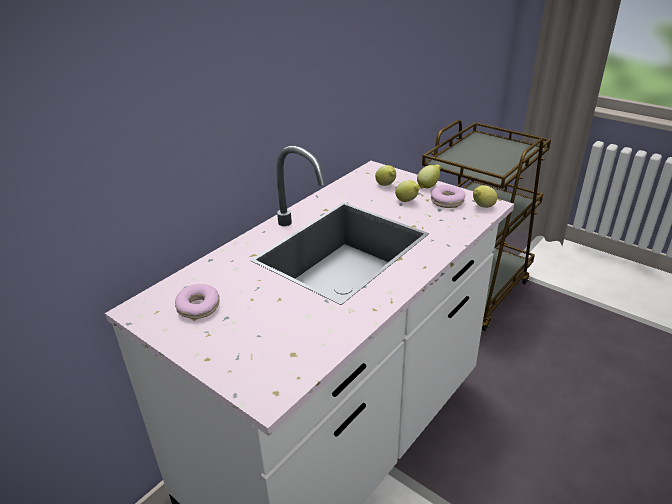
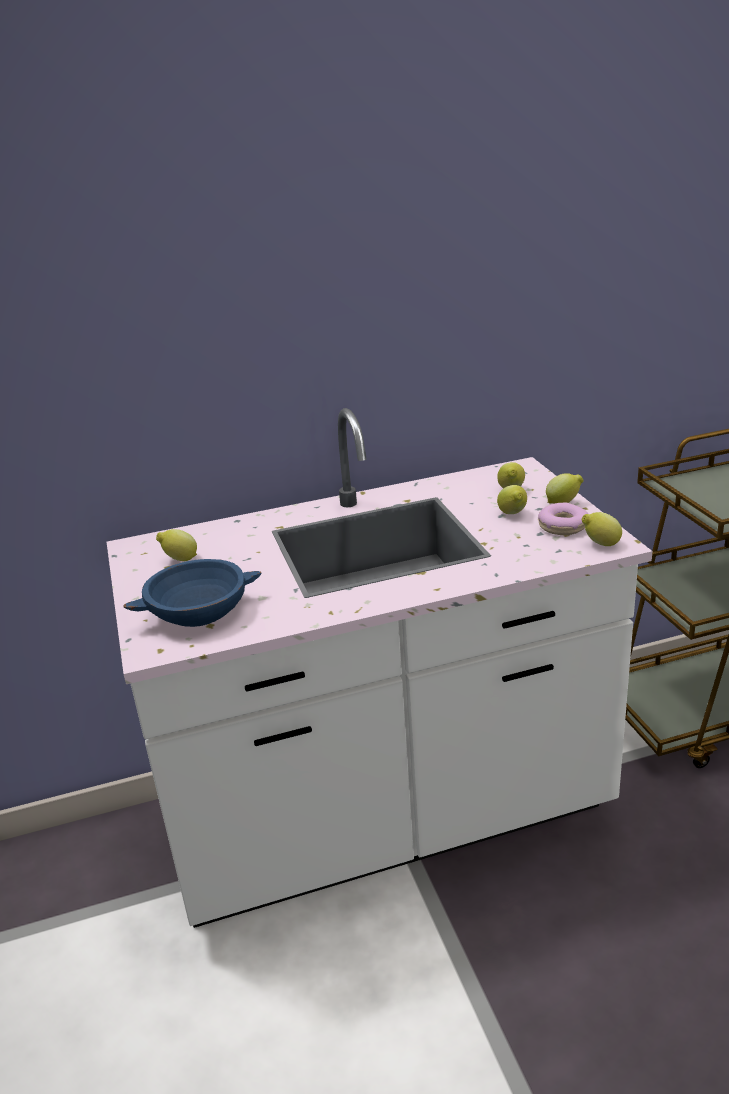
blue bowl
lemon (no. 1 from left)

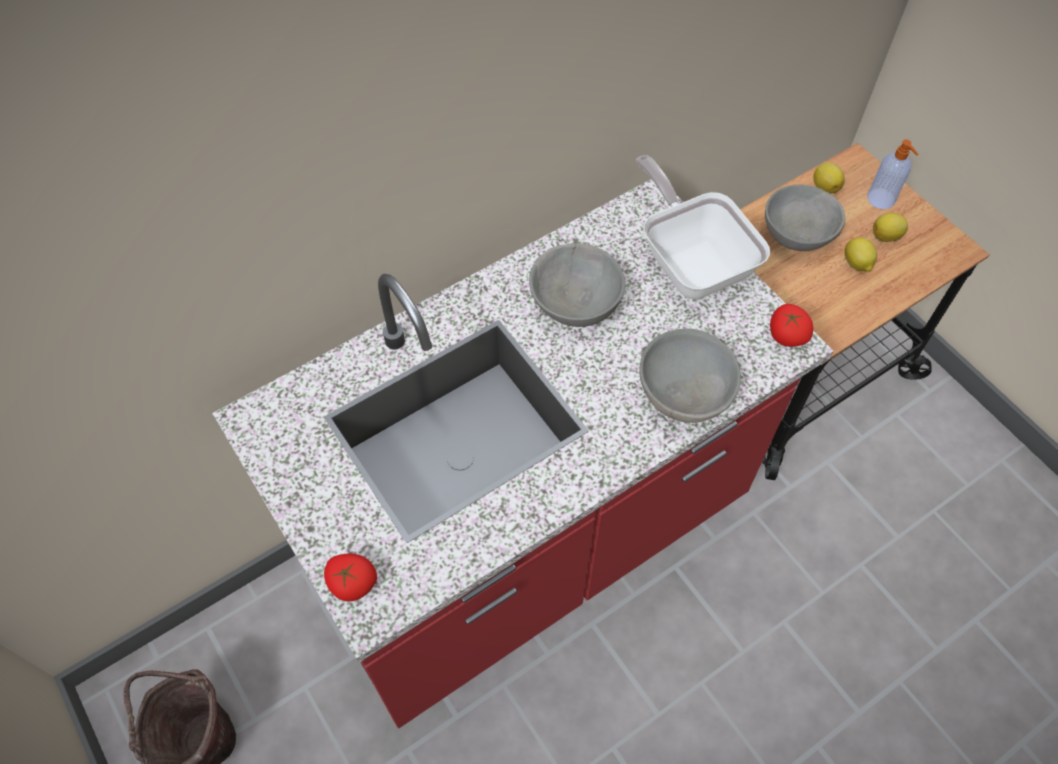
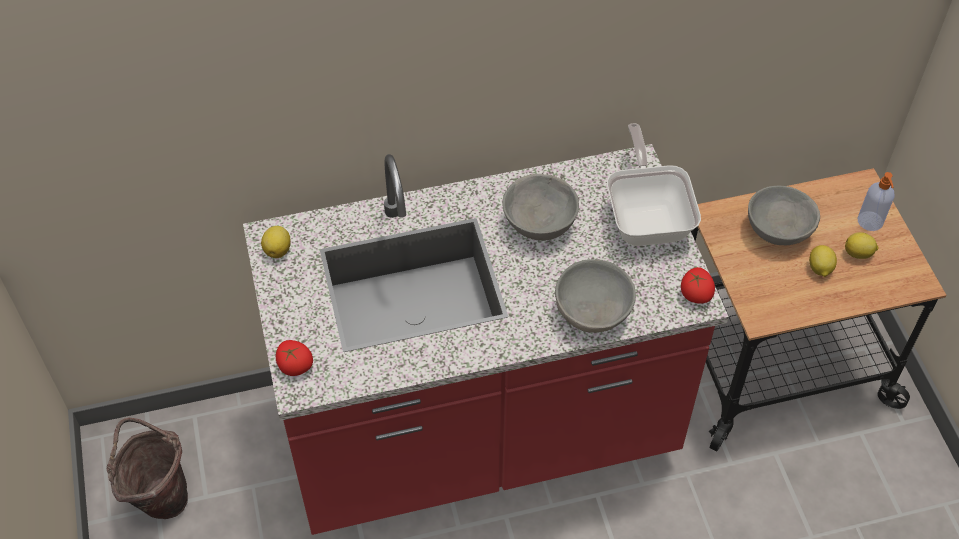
lemon (no. 1 from left)

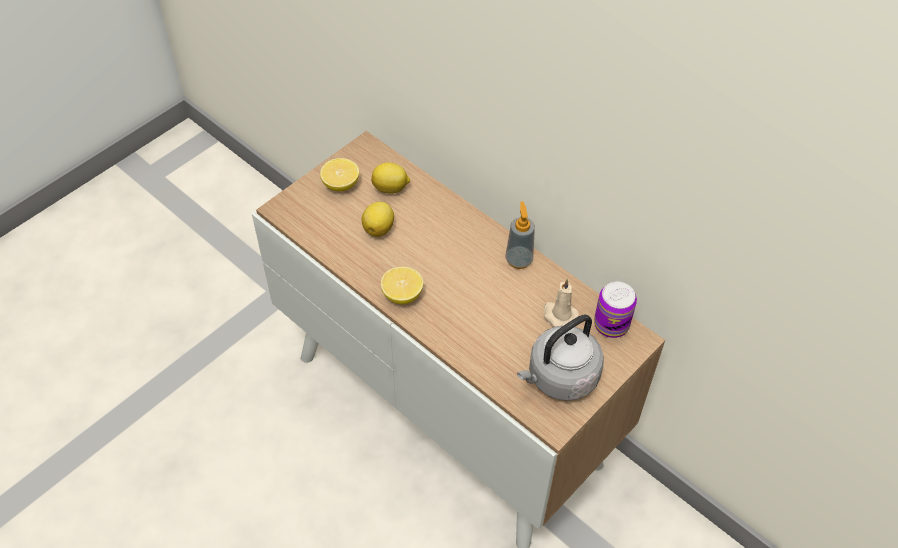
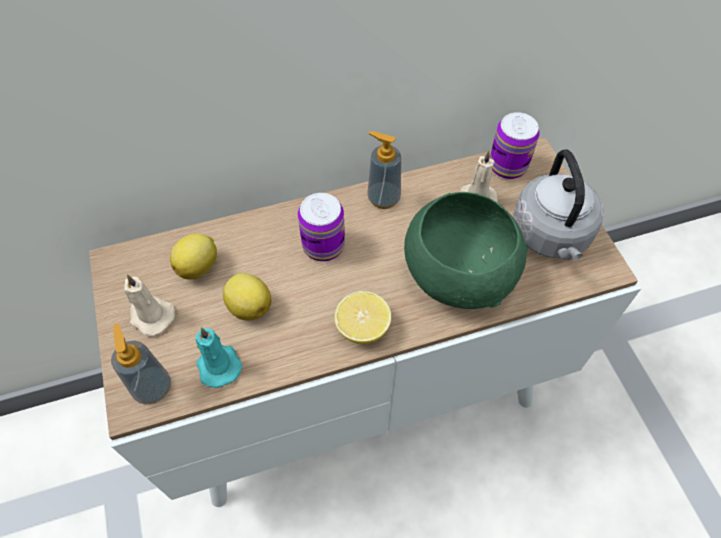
soap dispenser (no. 1 from left)
turquoise candle
can (no. 1 from left)
green bowl
beige candle (no. 1 from left)

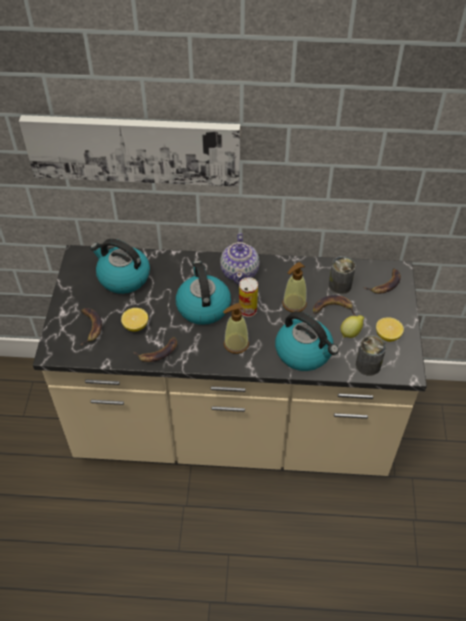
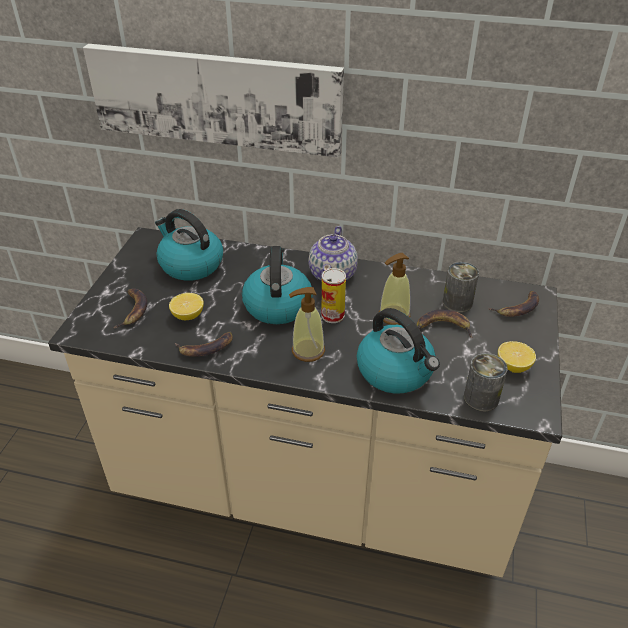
lemon (no. 2 from left in the first image)

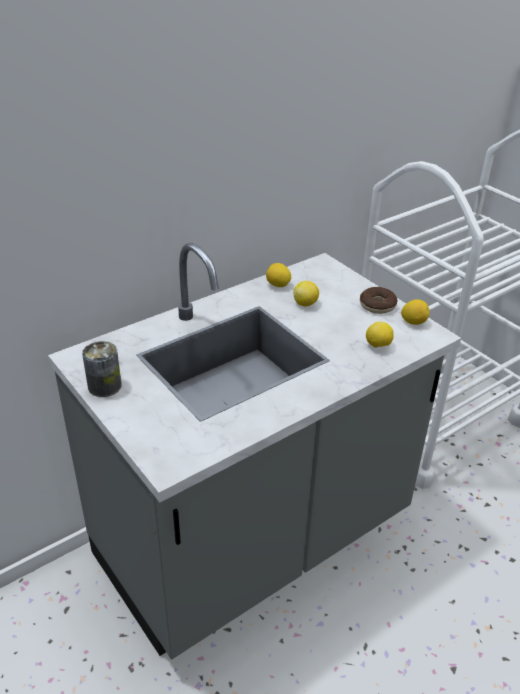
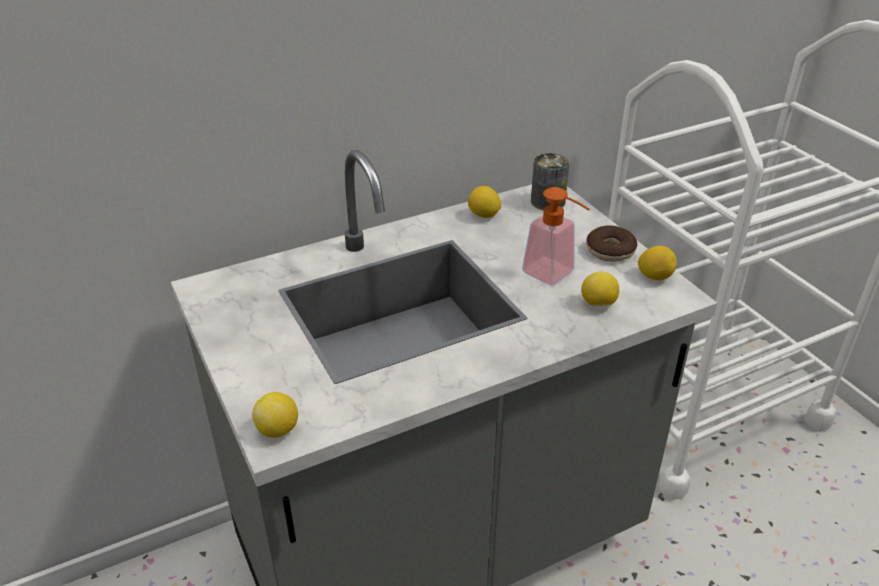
soap dispenser
can
lemon (no. 1 from left)

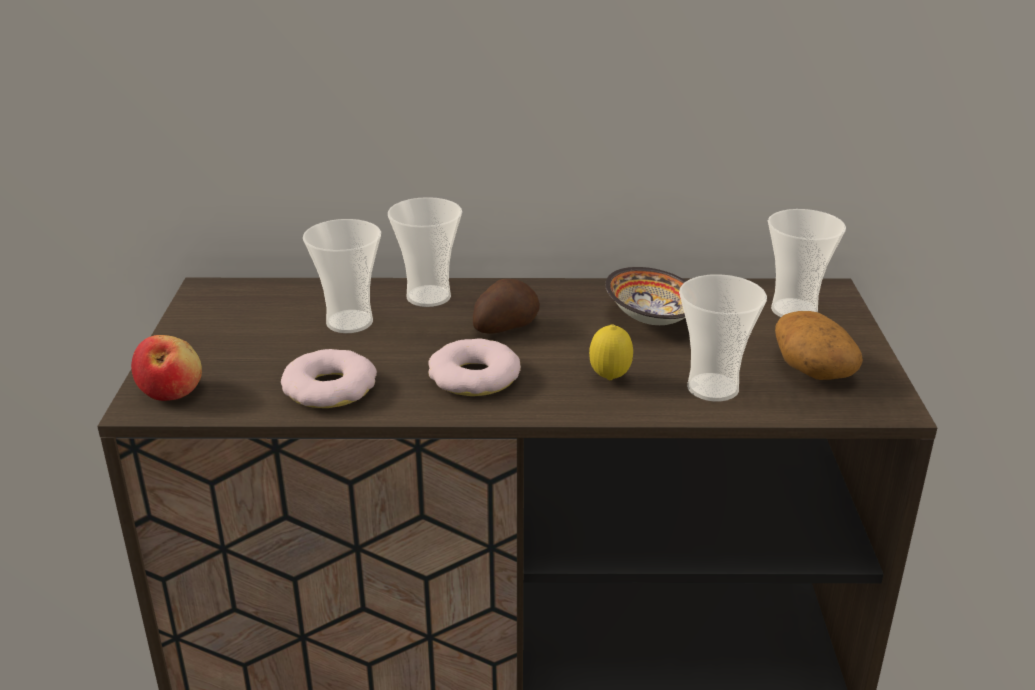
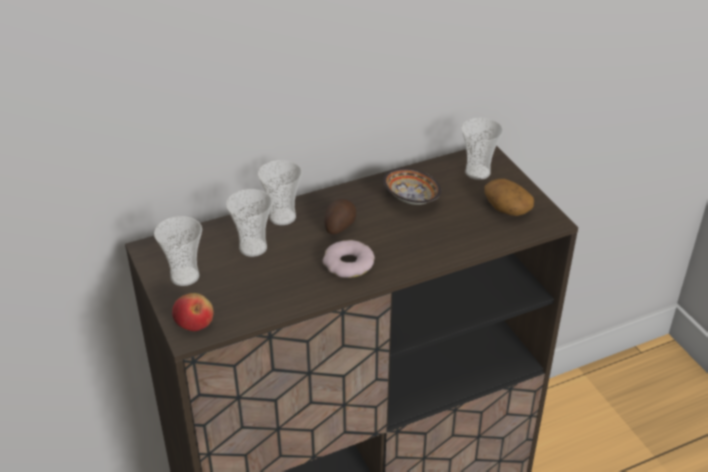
donut (no. 1 from left in the first image)
lemon
cup (no. 1 from left)

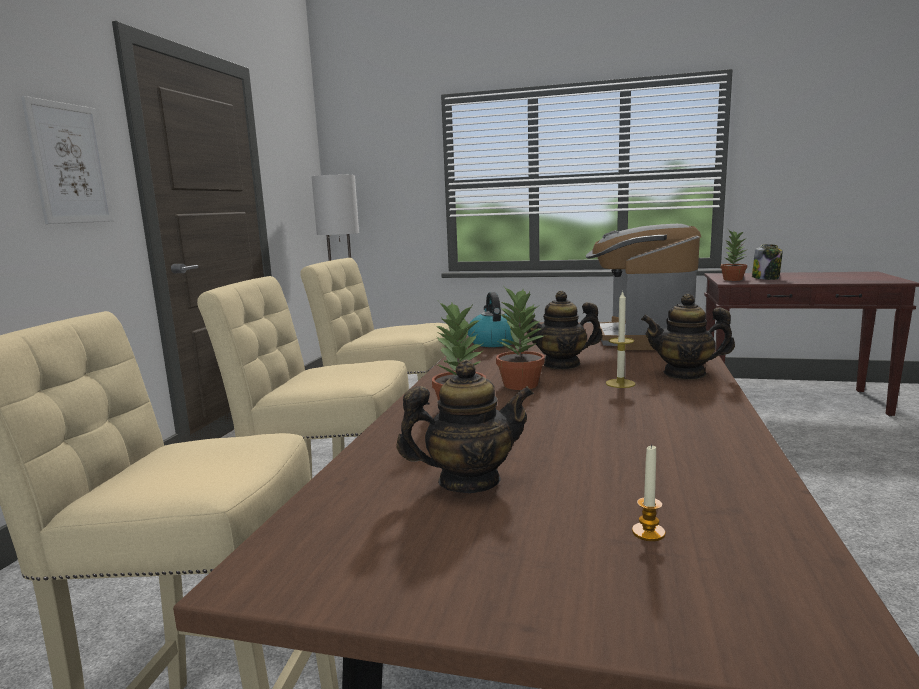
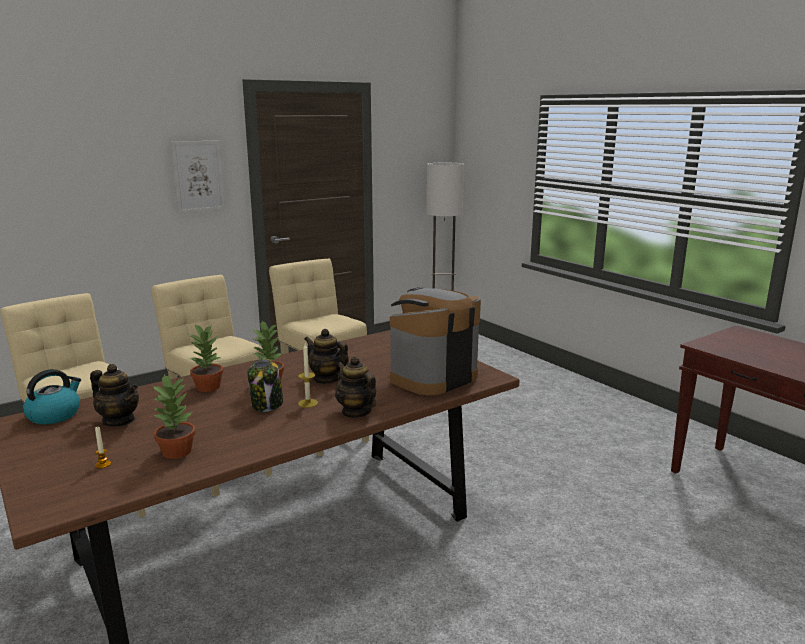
kettle
potted plant (no. 1 from left)
jar

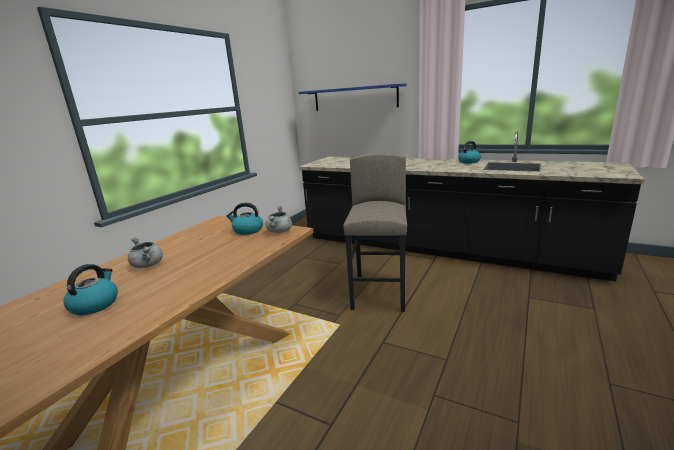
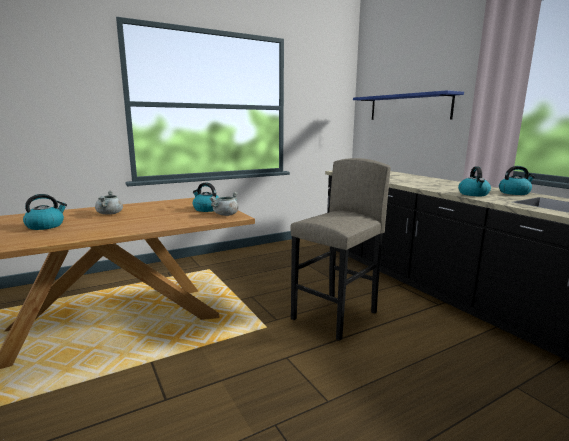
kettle (no. 3 from left)

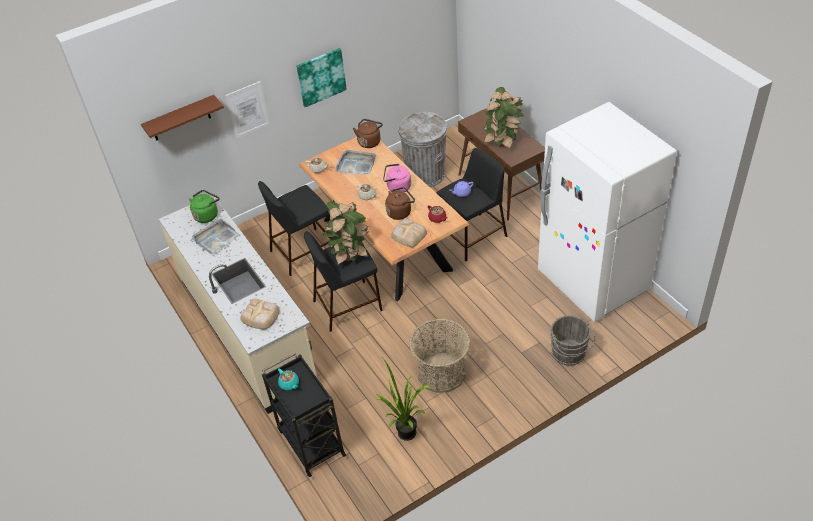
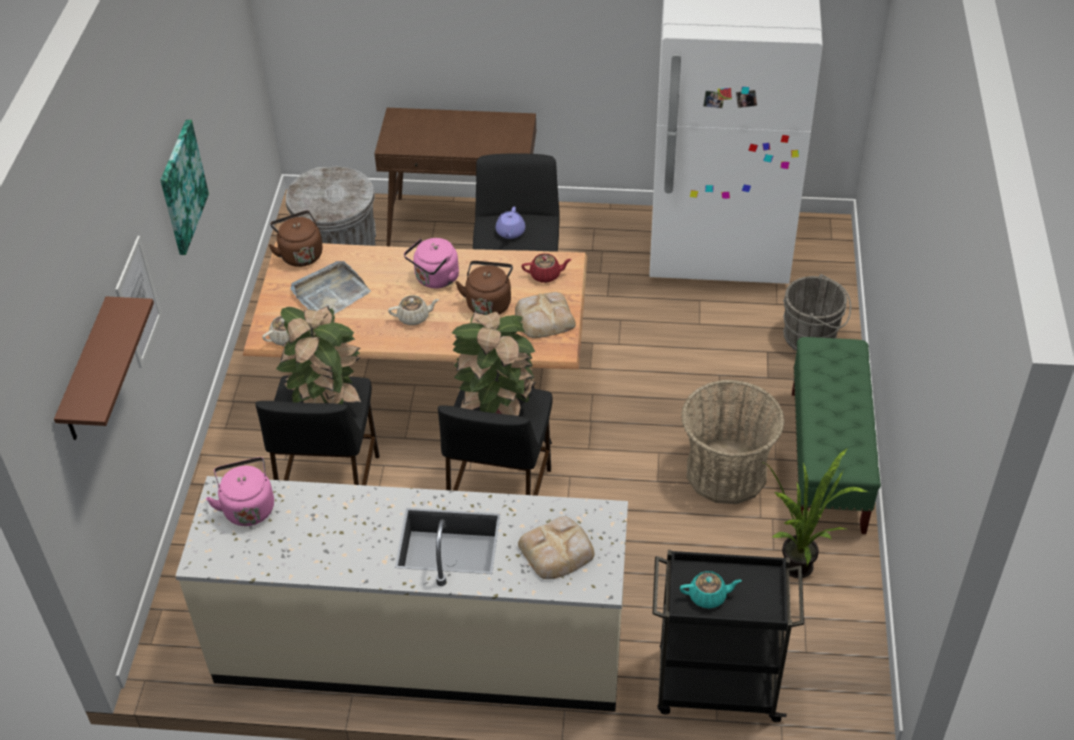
grey tray (no. 1 from left in the first image)
green bench
potted plant (no. 1 from left)
pink kettle (no. 1 from left)

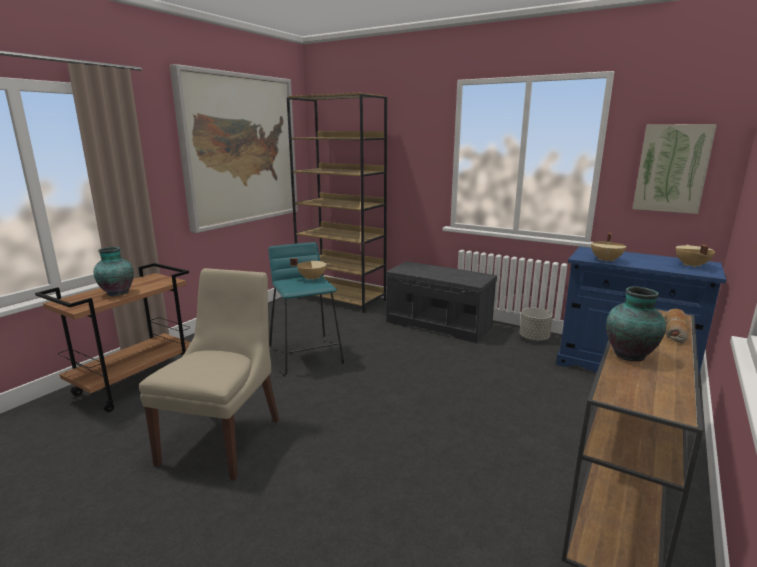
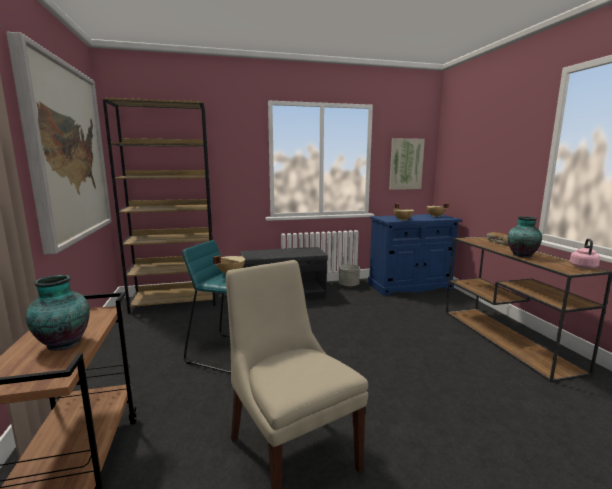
pink kettle

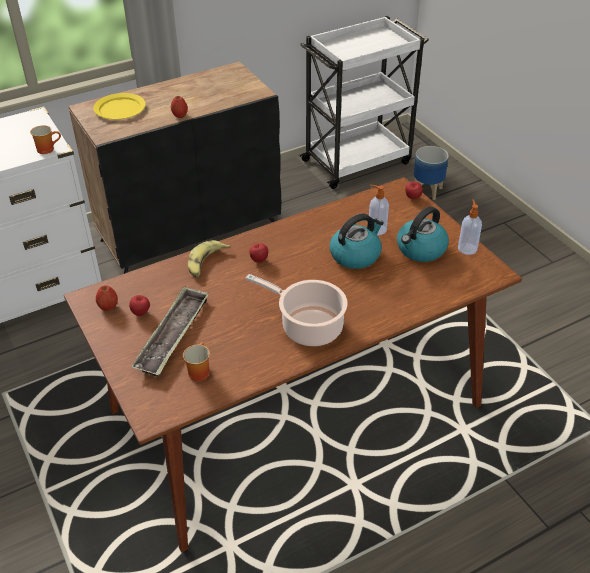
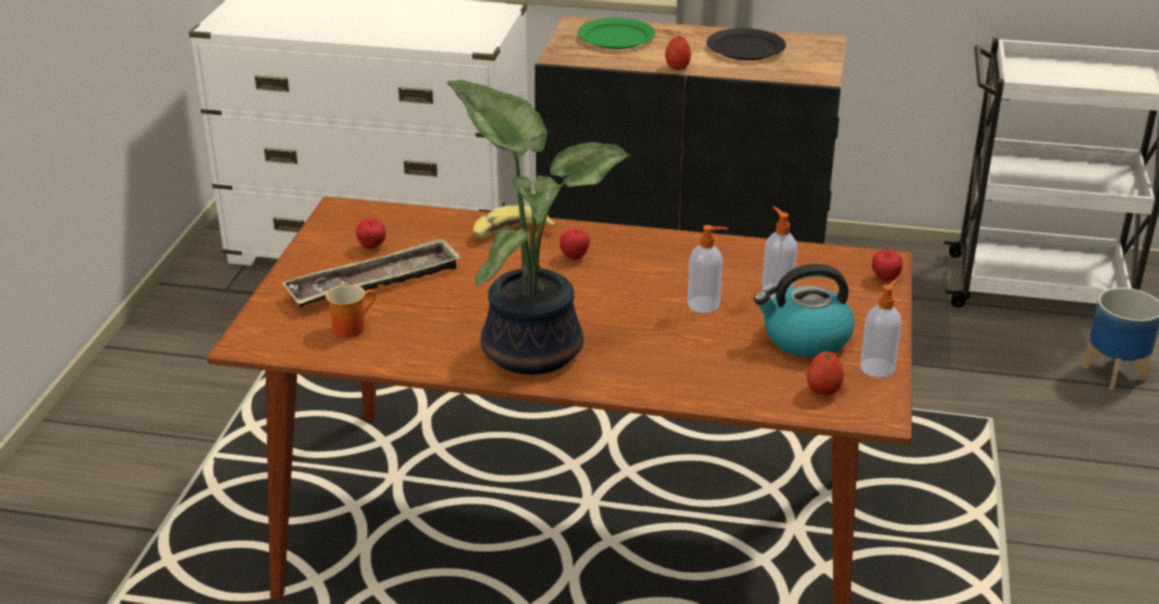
mug (no. 1 from left in the first image)
black plate
apple (no. 4 from left)
potted plant
soap dispenser (no. 1 from left)
green plate

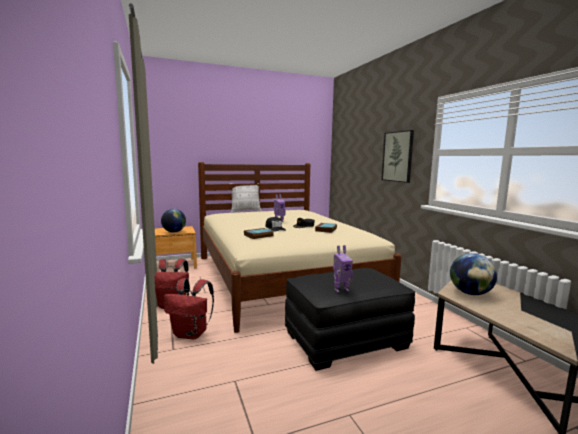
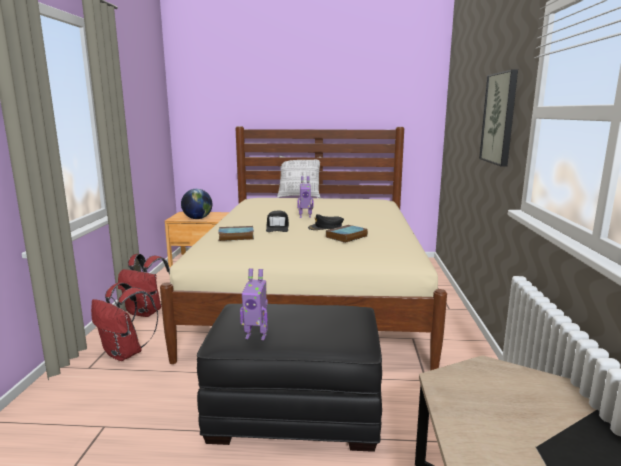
globe (no. 2 from left in the first image)

